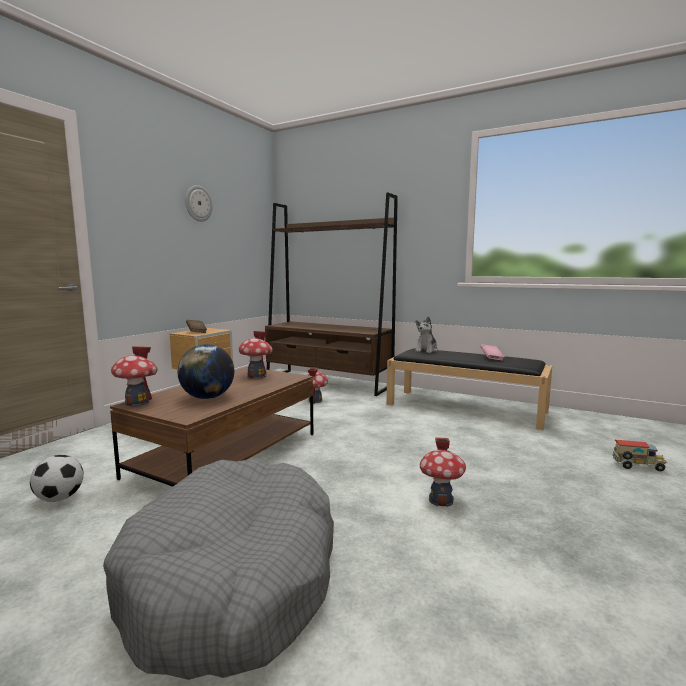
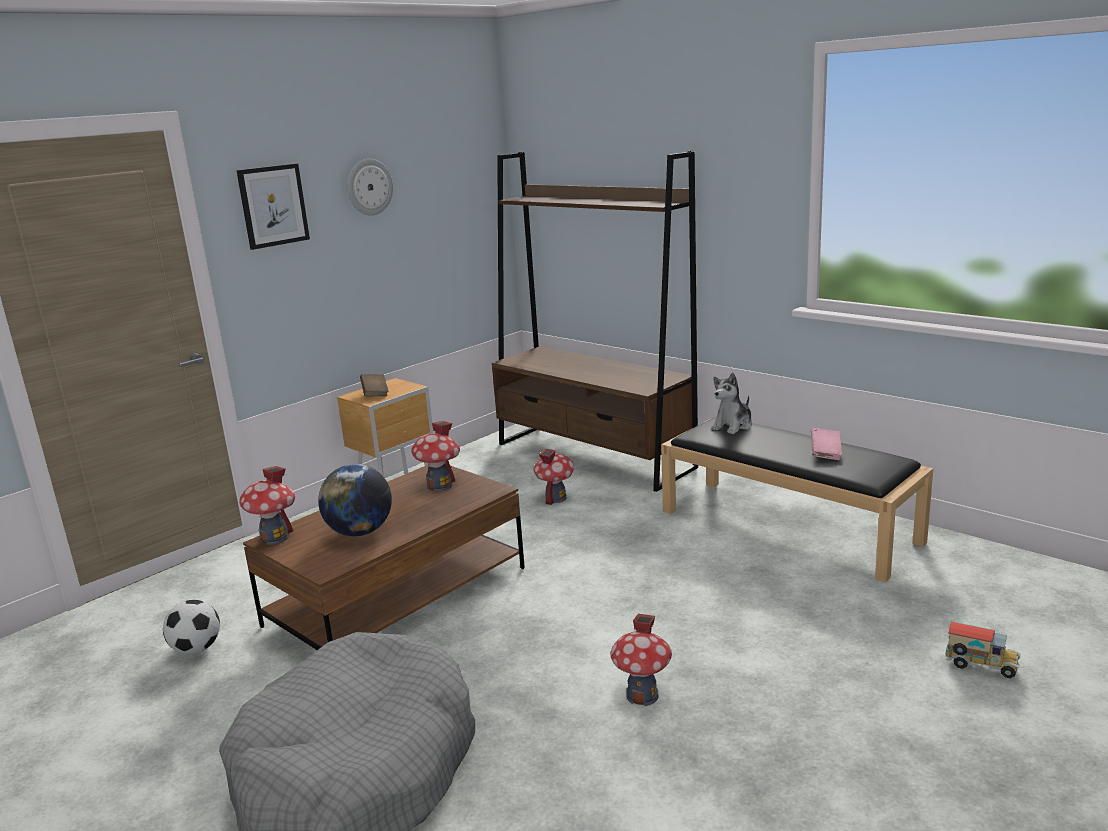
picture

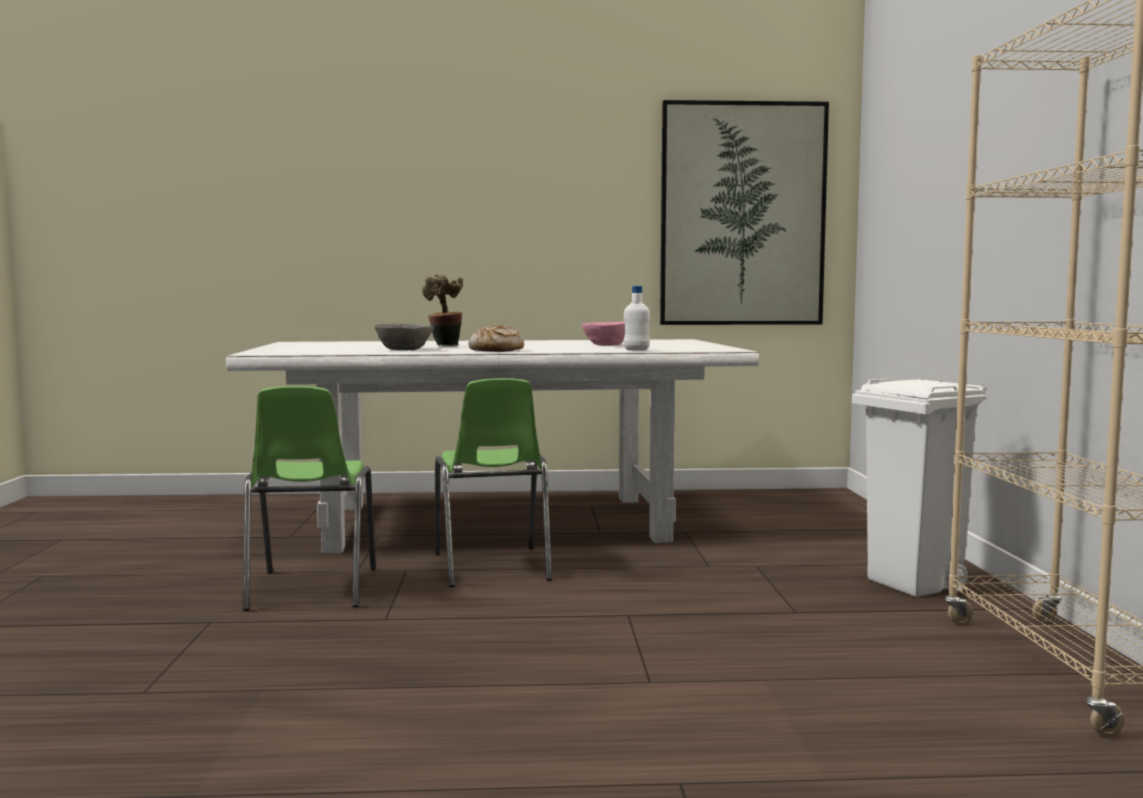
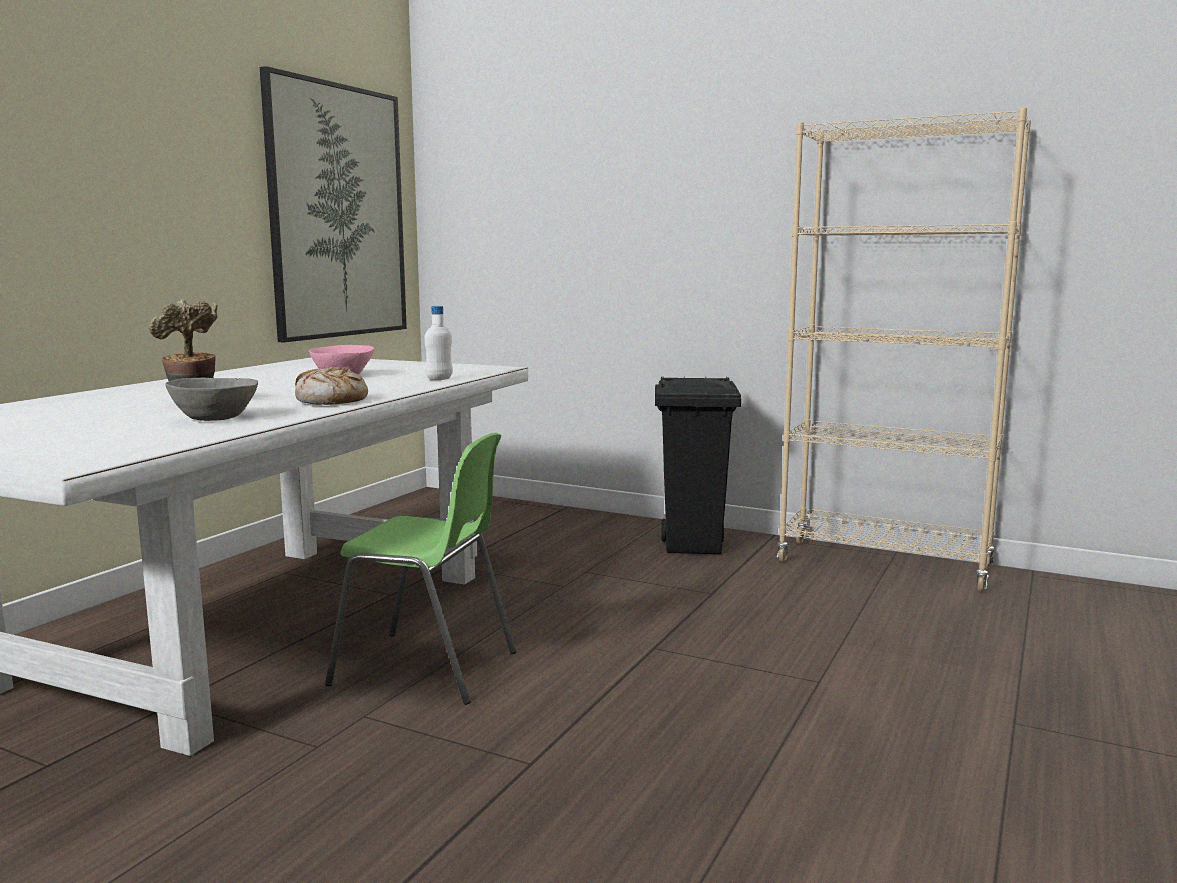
green chair (no. 1 from left in the first image)
black trash can

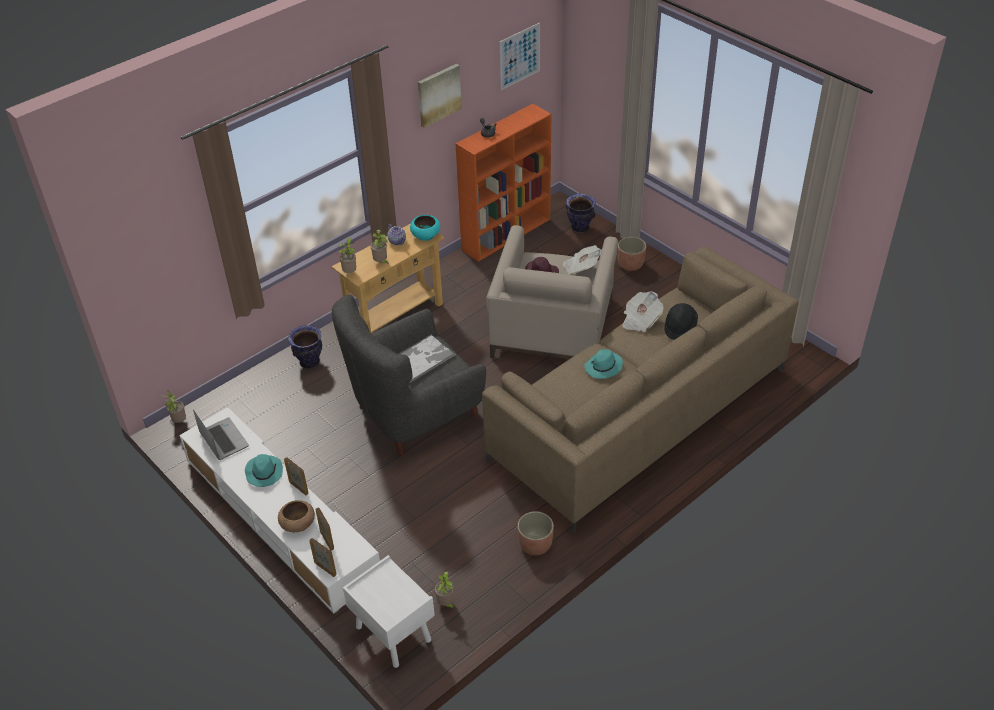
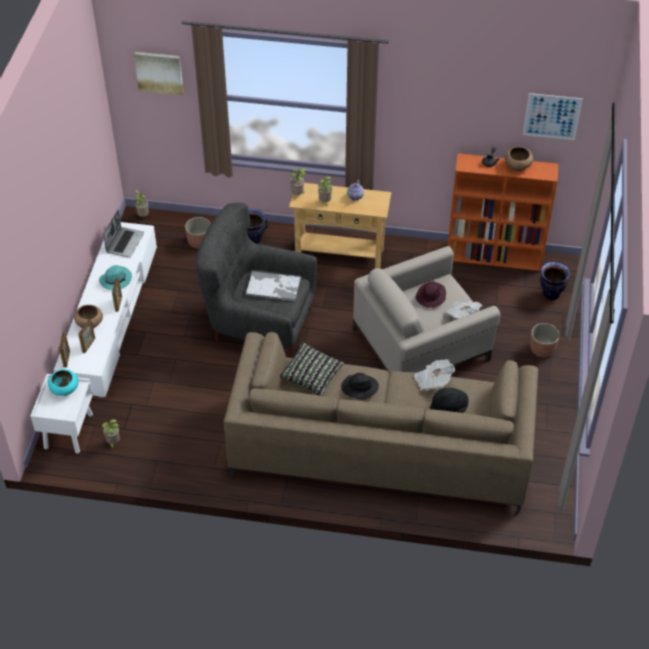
pillow
brown bowl (no. 2 from left)
turquoise bowl
picture (no. 1 from left)
planter (no. 1 from left)
black hat (no. 1 from left)

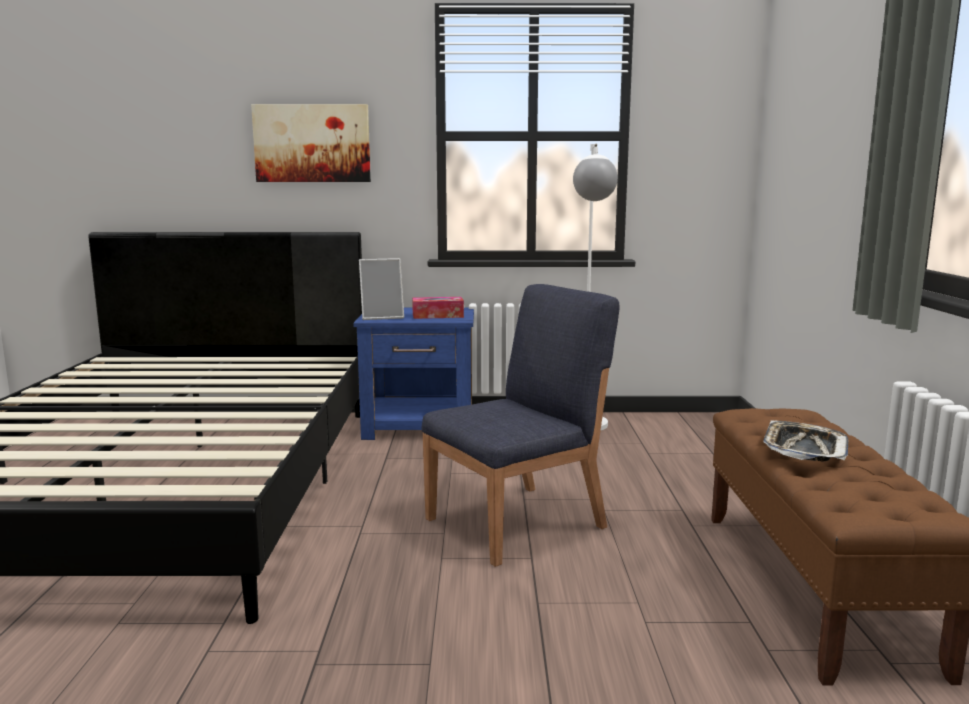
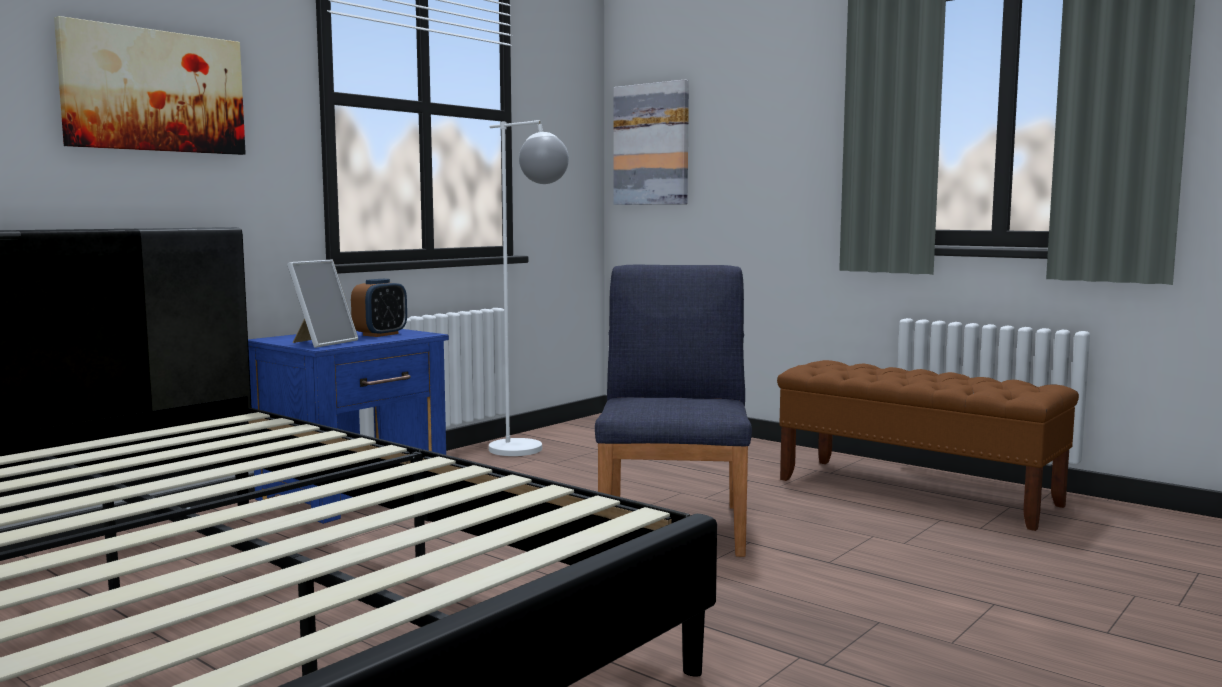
tray
picture (no. 2 from left)
alarm clock

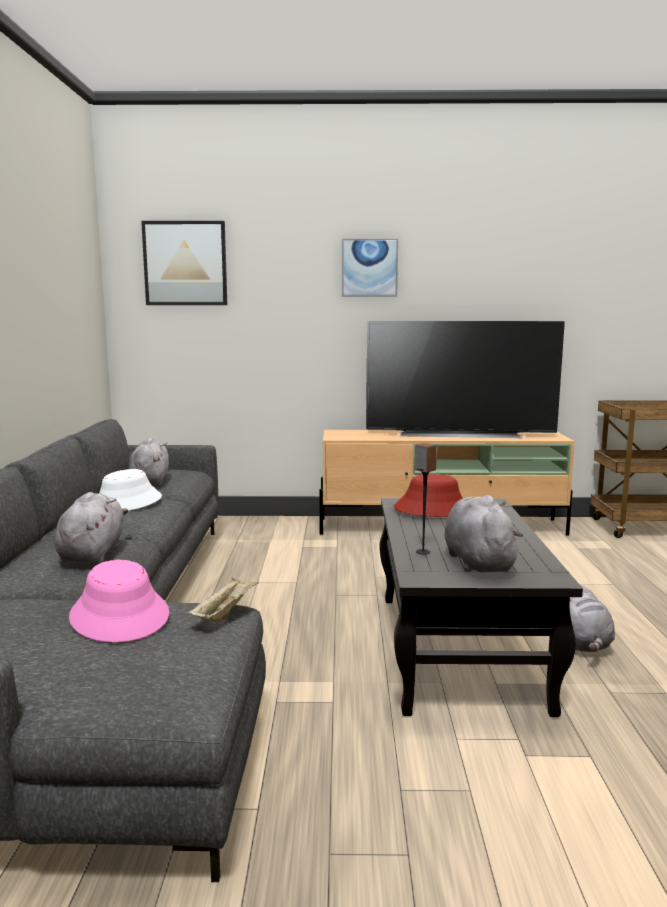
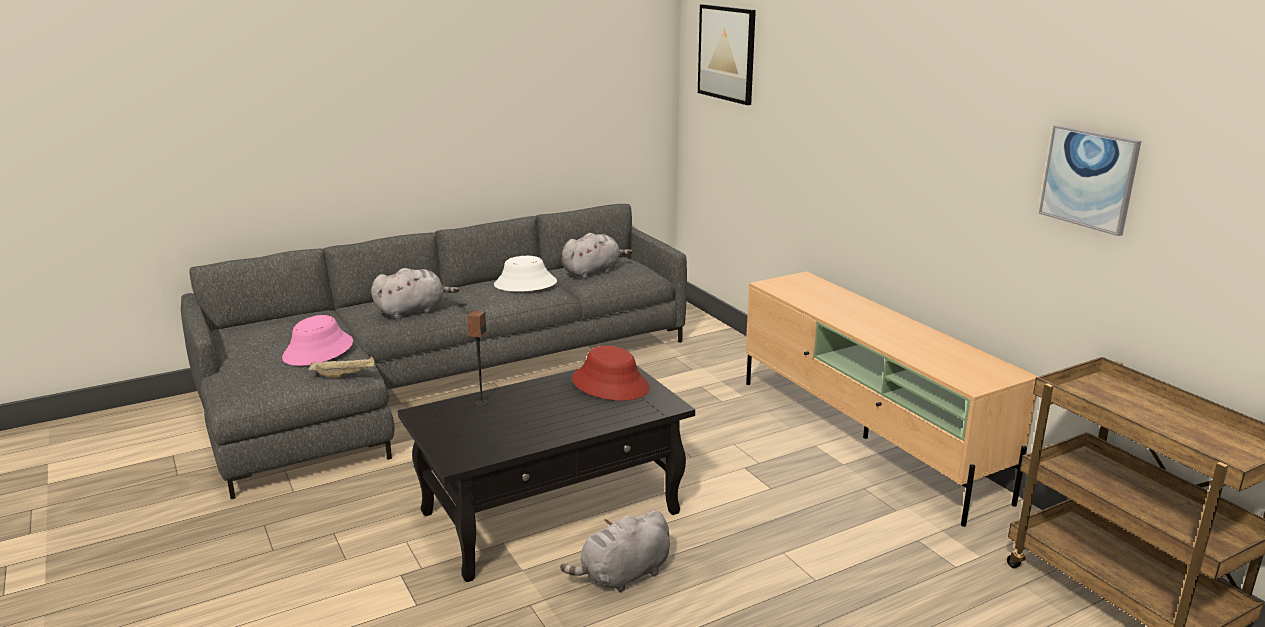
television
grey plush toy (no. 3 from left in the first image)
picture (no. 2 from left)

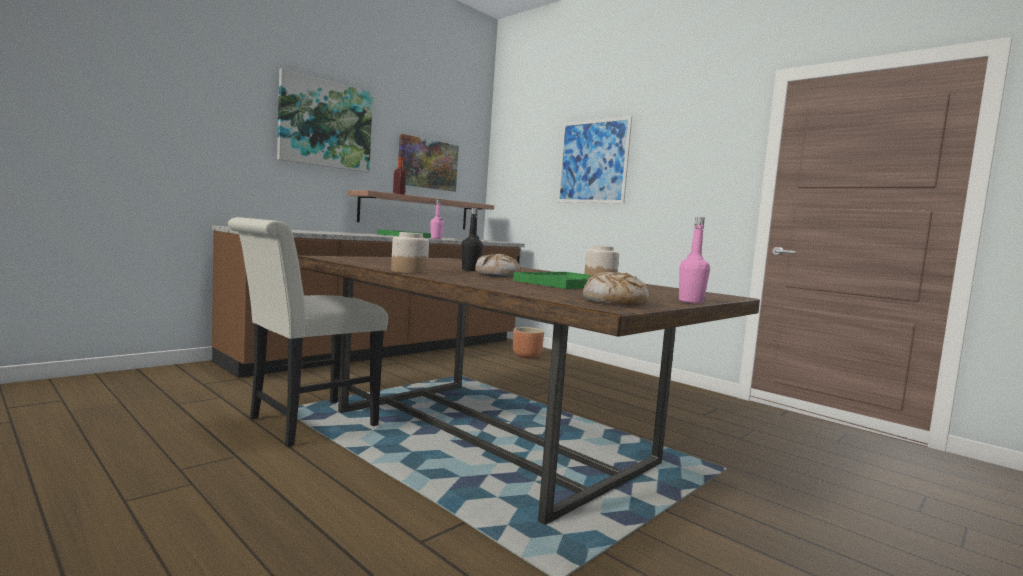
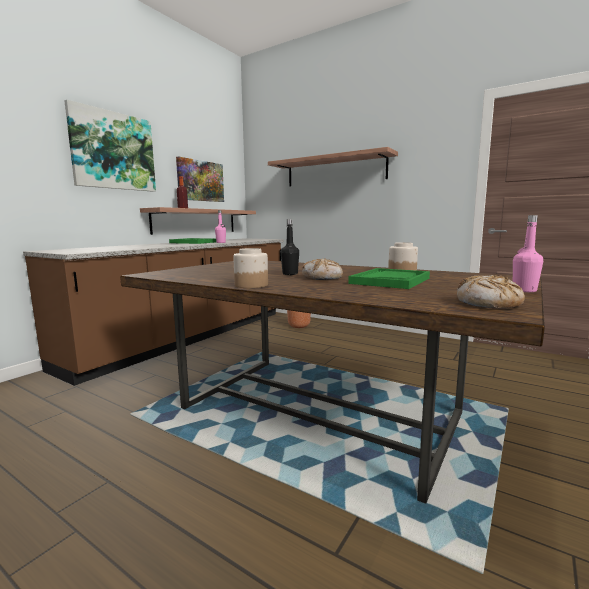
white chair
shelf (no. 2 from left)

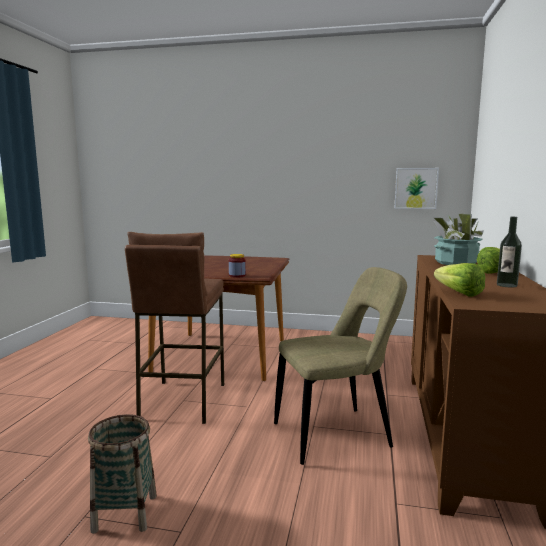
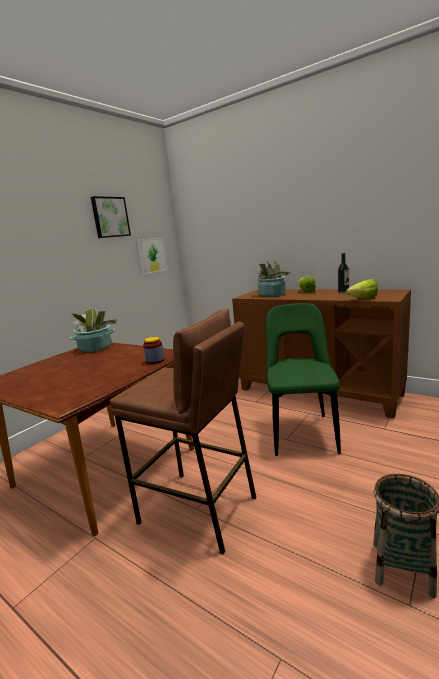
potted plant (no. 1 from left)
picture (no. 1 from left)
green chair

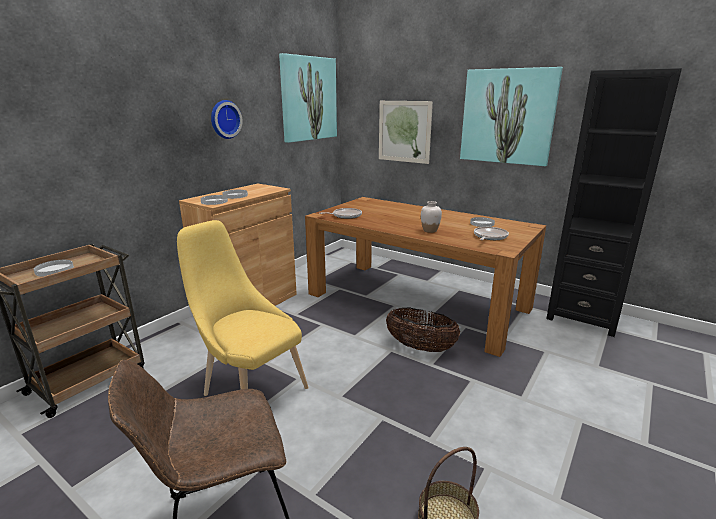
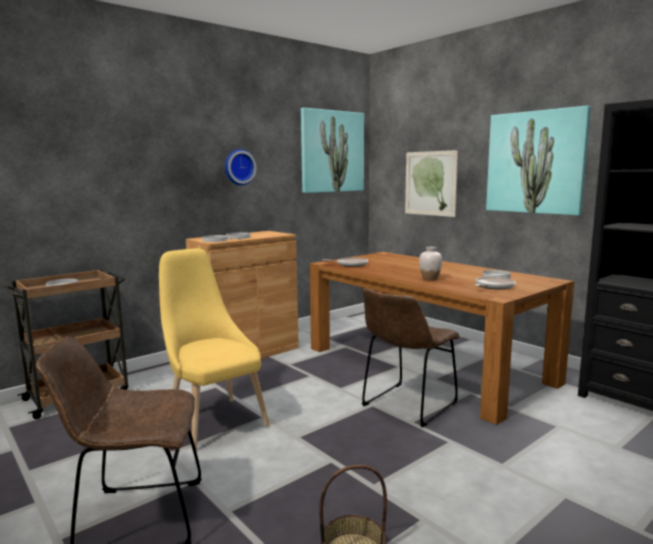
brown chair (no. 2 from left)

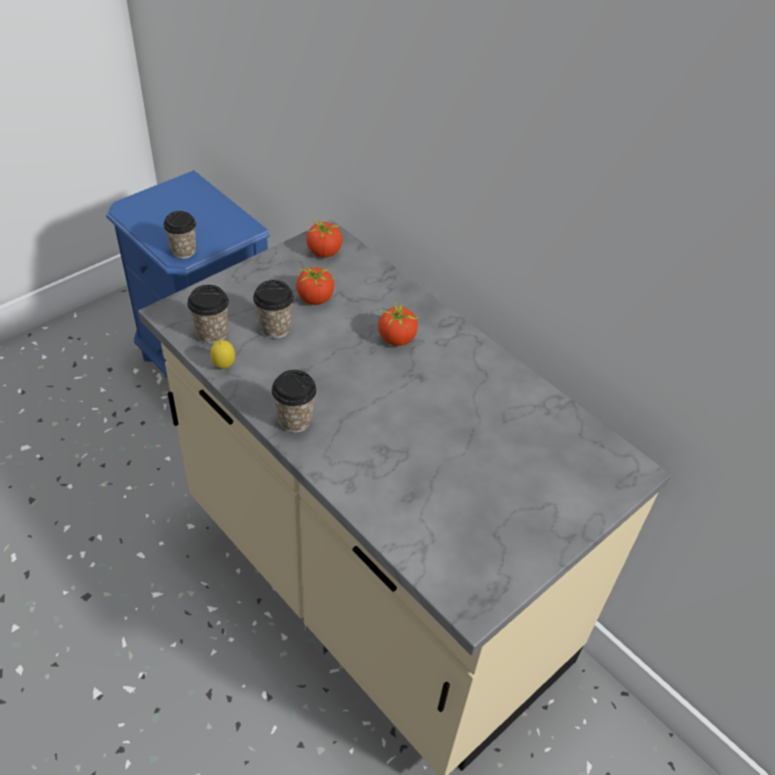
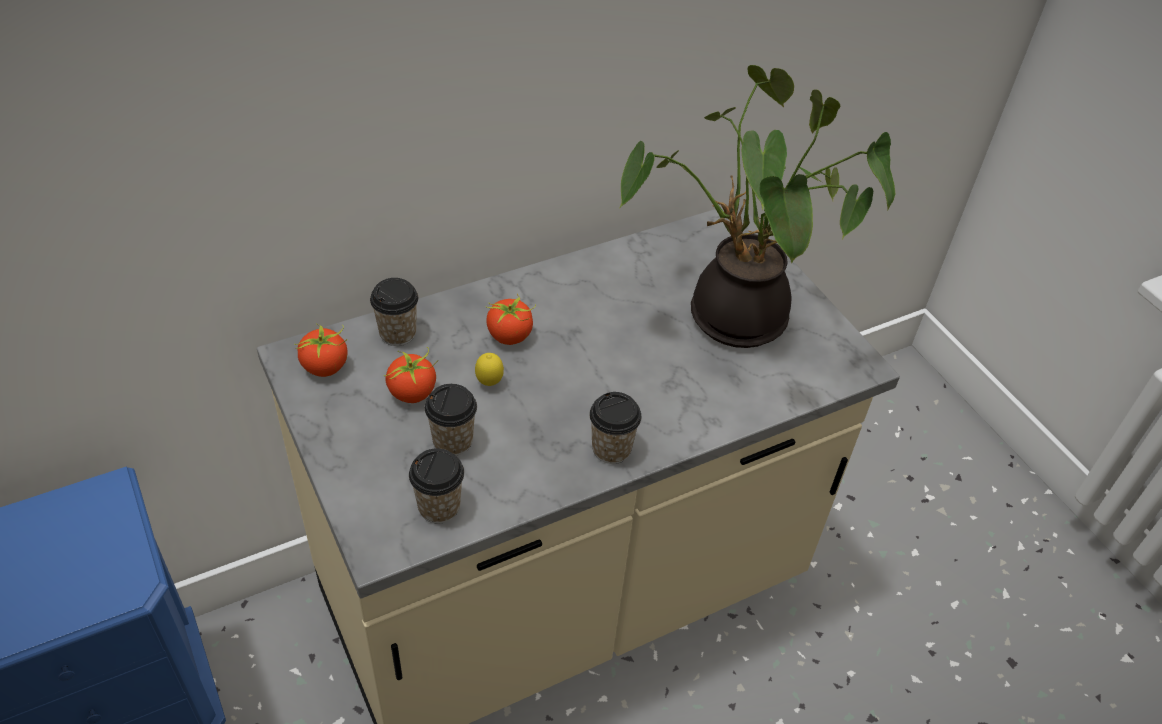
potted plant
cup (no. 1 from left)
lemon

